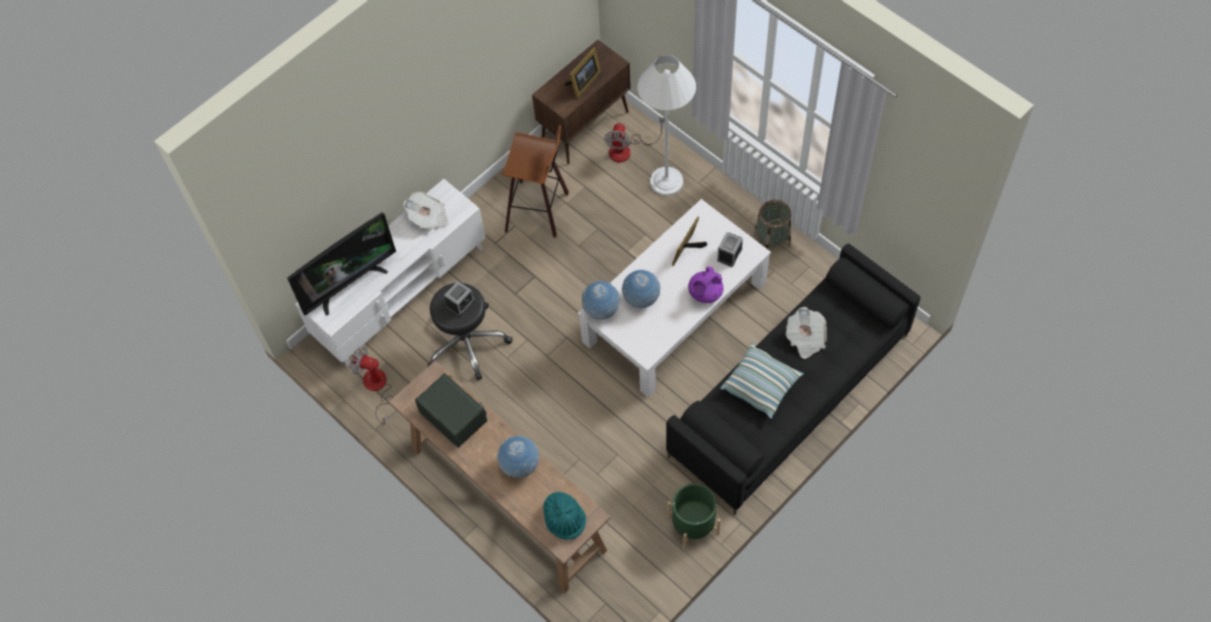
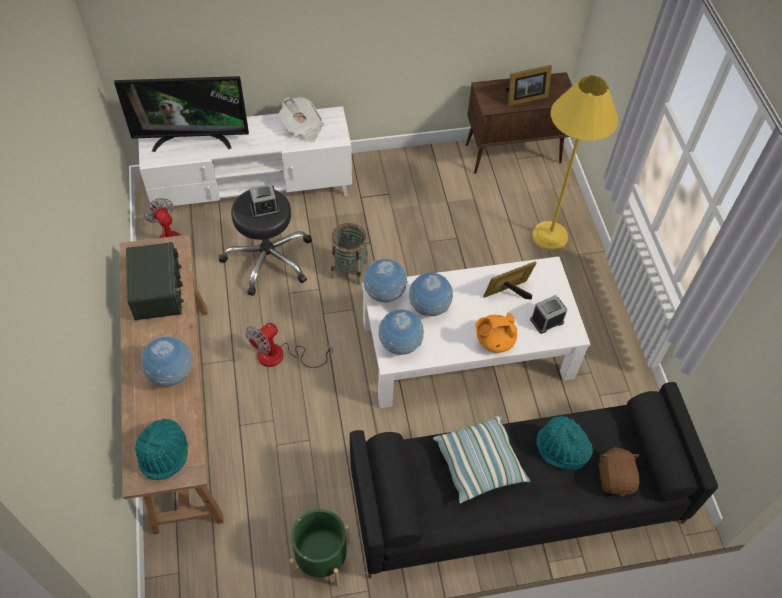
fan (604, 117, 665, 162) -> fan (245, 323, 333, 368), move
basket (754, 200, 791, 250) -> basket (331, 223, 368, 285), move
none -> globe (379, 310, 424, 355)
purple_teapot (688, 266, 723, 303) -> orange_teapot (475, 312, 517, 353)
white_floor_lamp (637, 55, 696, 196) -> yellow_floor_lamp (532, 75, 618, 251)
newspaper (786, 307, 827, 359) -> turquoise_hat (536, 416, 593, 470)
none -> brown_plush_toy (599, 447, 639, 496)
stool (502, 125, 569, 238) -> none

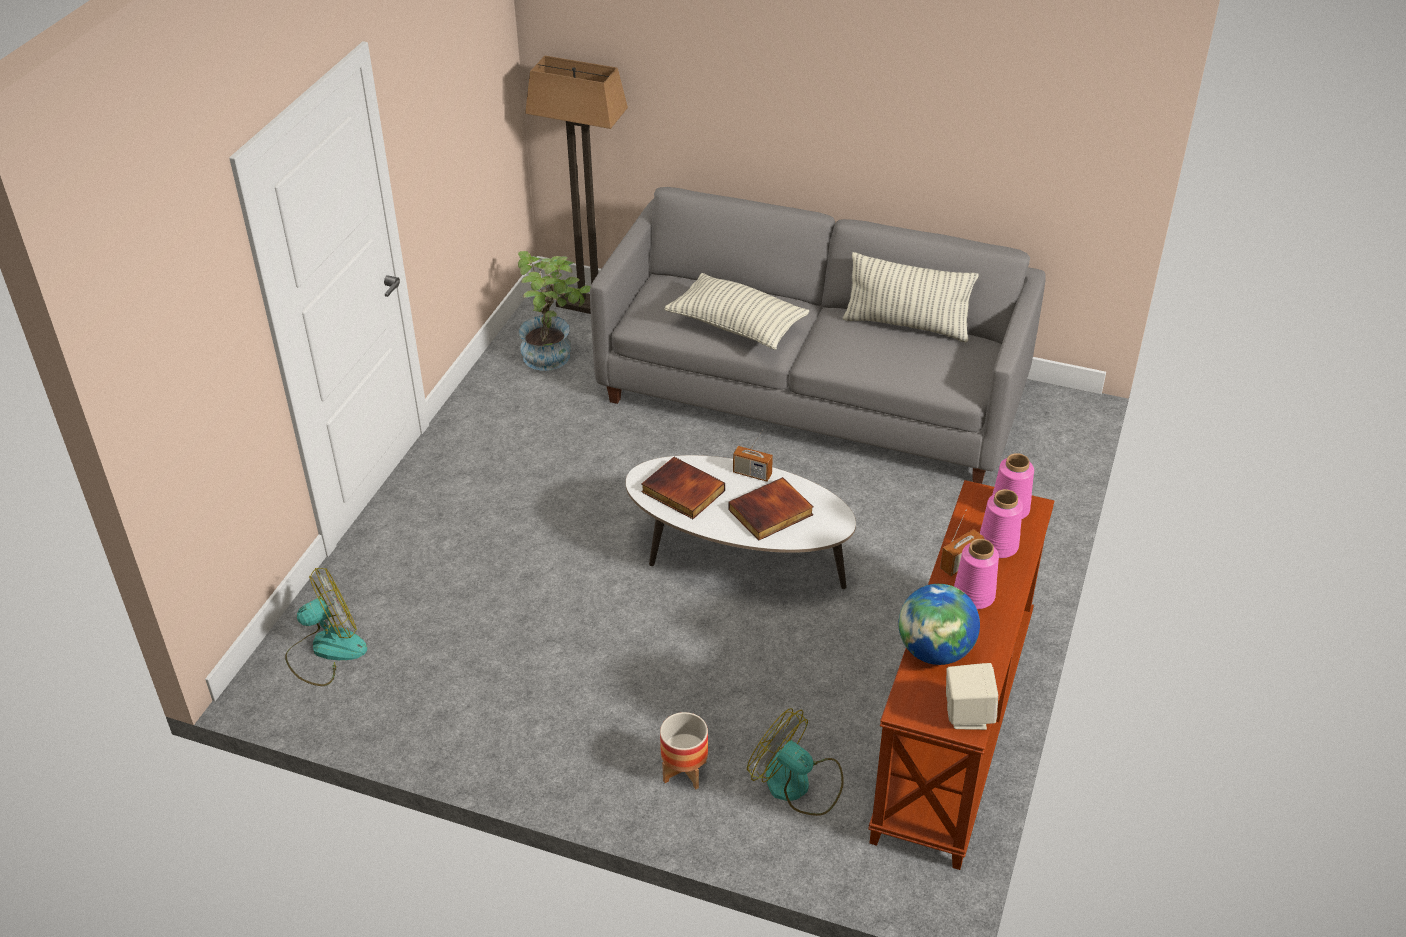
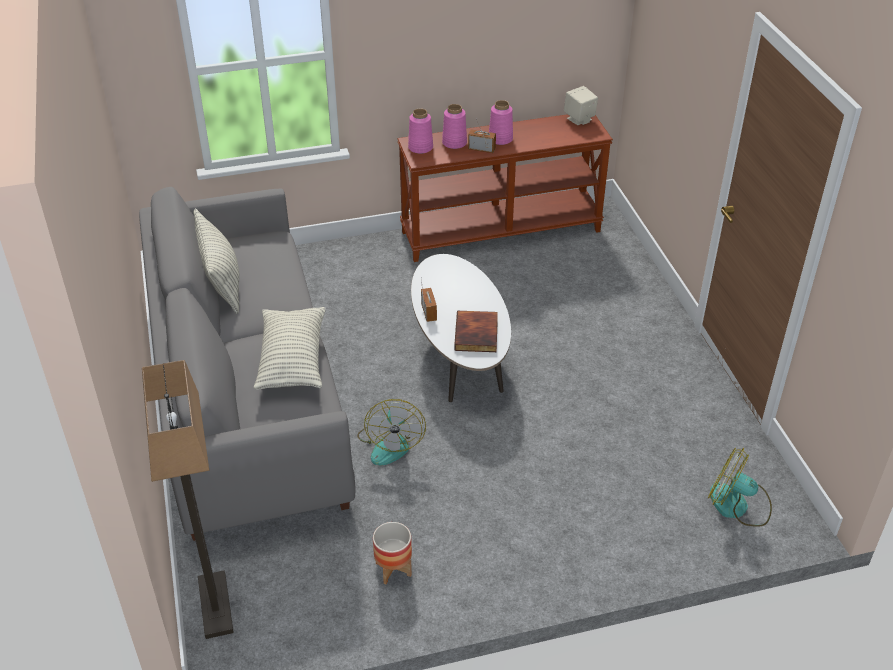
fan (747, 708, 844, 816) -> fan (357, 399, 426, 466), move
planter (660, 712, 708, 789) -> planter (373, 522, 412, 584), move
potted_plant (518, 251, 591, 371) -> none
book (728, 477, 813, 541) -> none
globe (898, 584, 980, 665) -> none

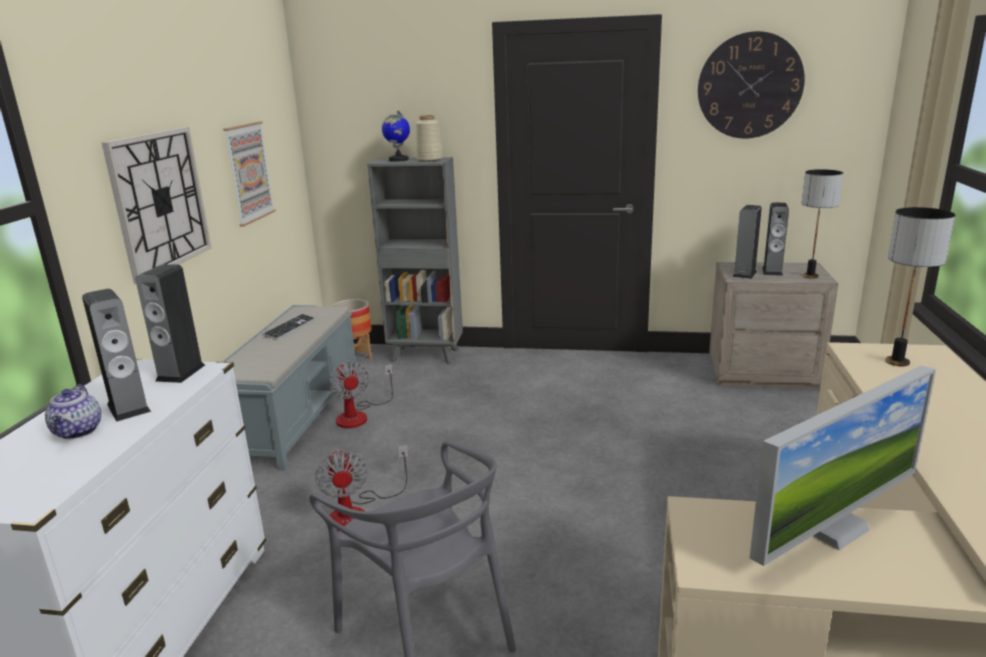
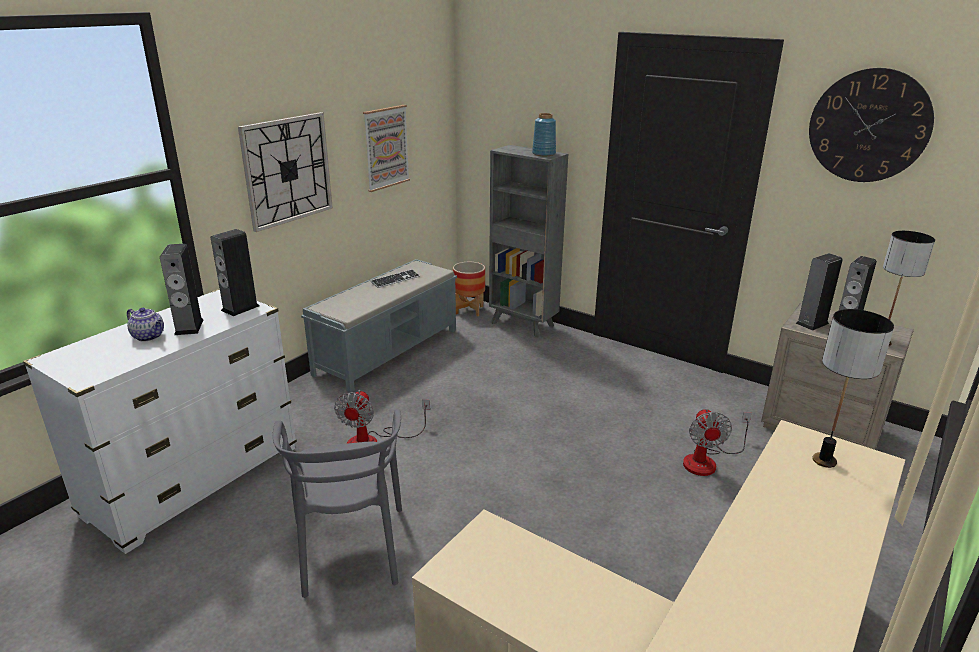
teapot (45, 384, 101, 439) -> teapot (127, 308, 164, 342), 75 degrees counterclockwise
beige_vase (416, 115, 443, 162) -> blue_vase (532, 113, 556, 156)
fan (329, 362, 393, 428) -> fan (683, 408, 752, 476), move
globe (382, 110, 410, 162) -> none
monitor (749, 365, 936, 566) -> none

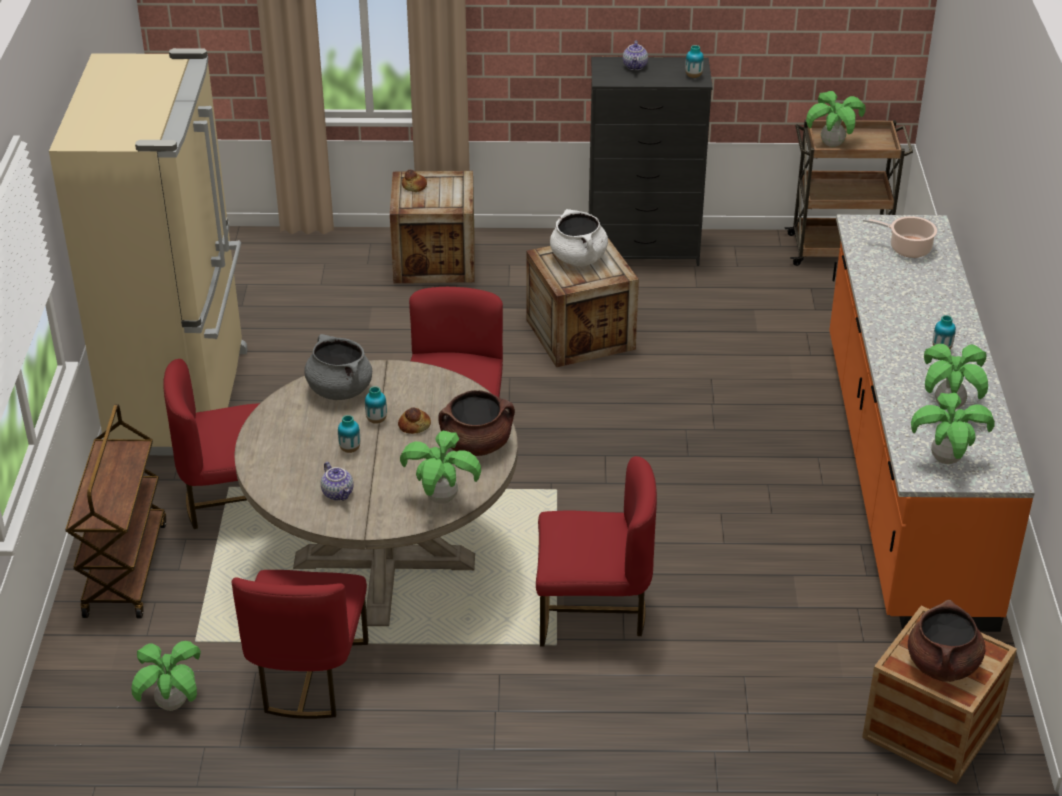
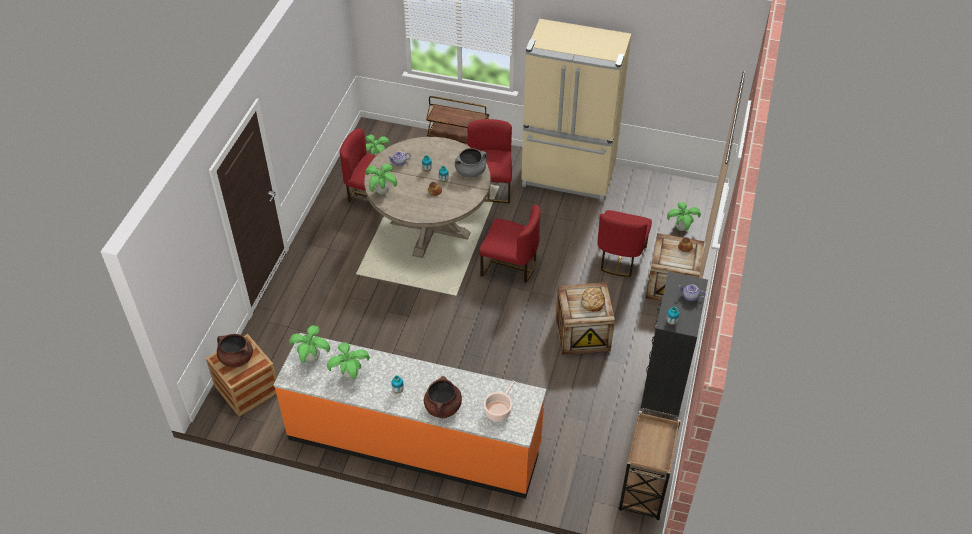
brown_cooking_pot (438, 390, 515, 456) -> brown_cooking_pot (424, 376, 462, 418), move
white_cooking_pot (550, 209, 608, 266) -> bread (581, 288, 605, 312)
red_chair (536, 456, 657, 647) -> red_chair (598, 210, 652, 277), move
potted_plant (806, 91, 866, 147) -> potted_plant (667, 202, 701, 231), move

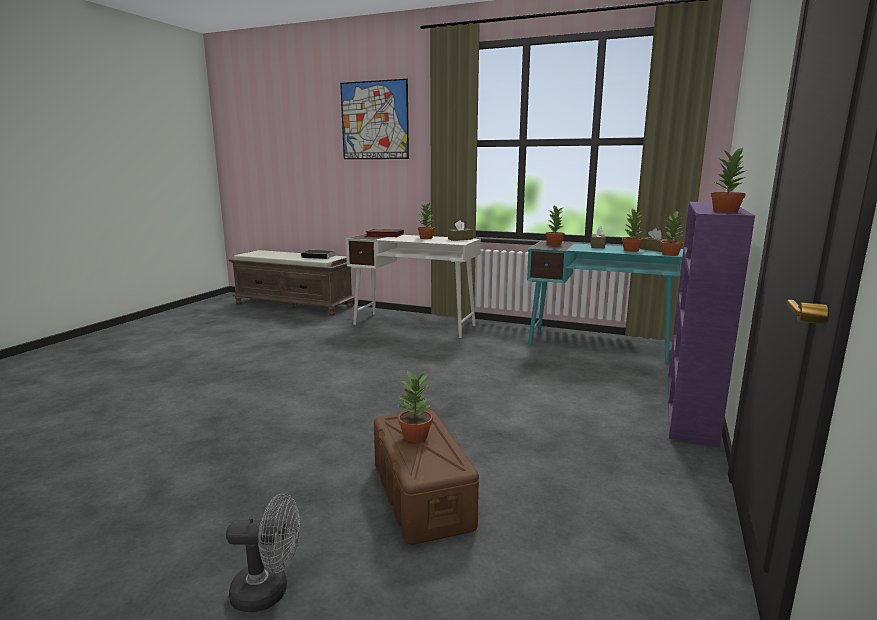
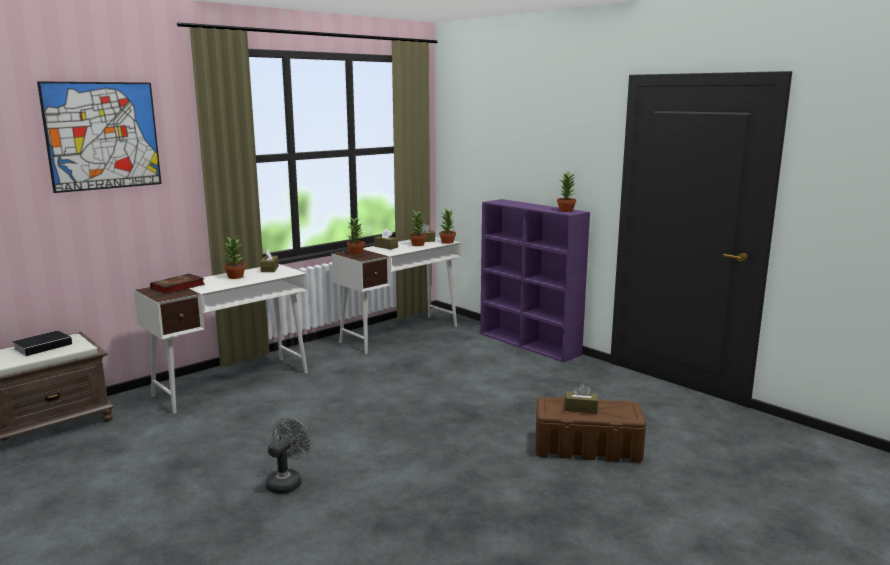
grey_fan (226, 493, 300, 612) -> grey_fan (266, 417, 311, 494), move
turquoise_desk (527, 242, 683, 363) -> white_desk (332, 237, 461, 354)
potted_plant (398, 369, 433, 442) -> brown_tissue_box (565, 384, 598, 413)

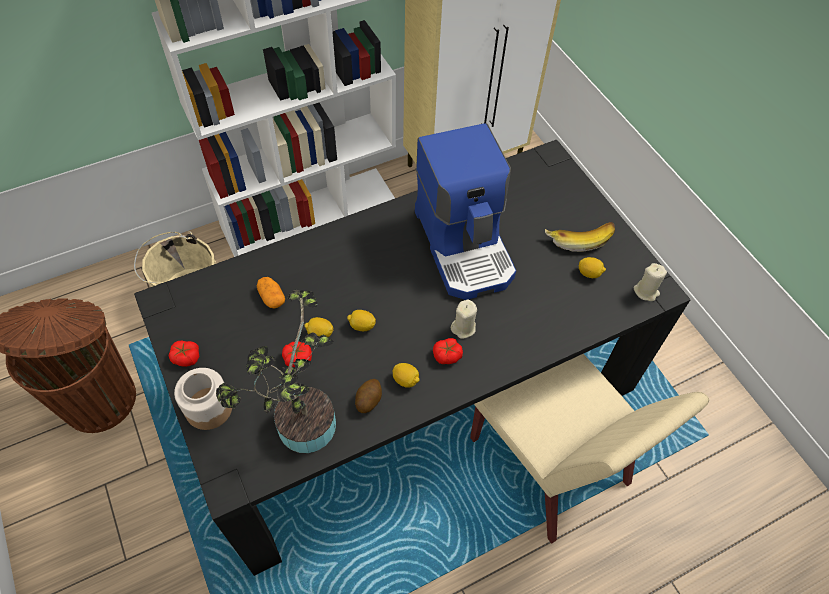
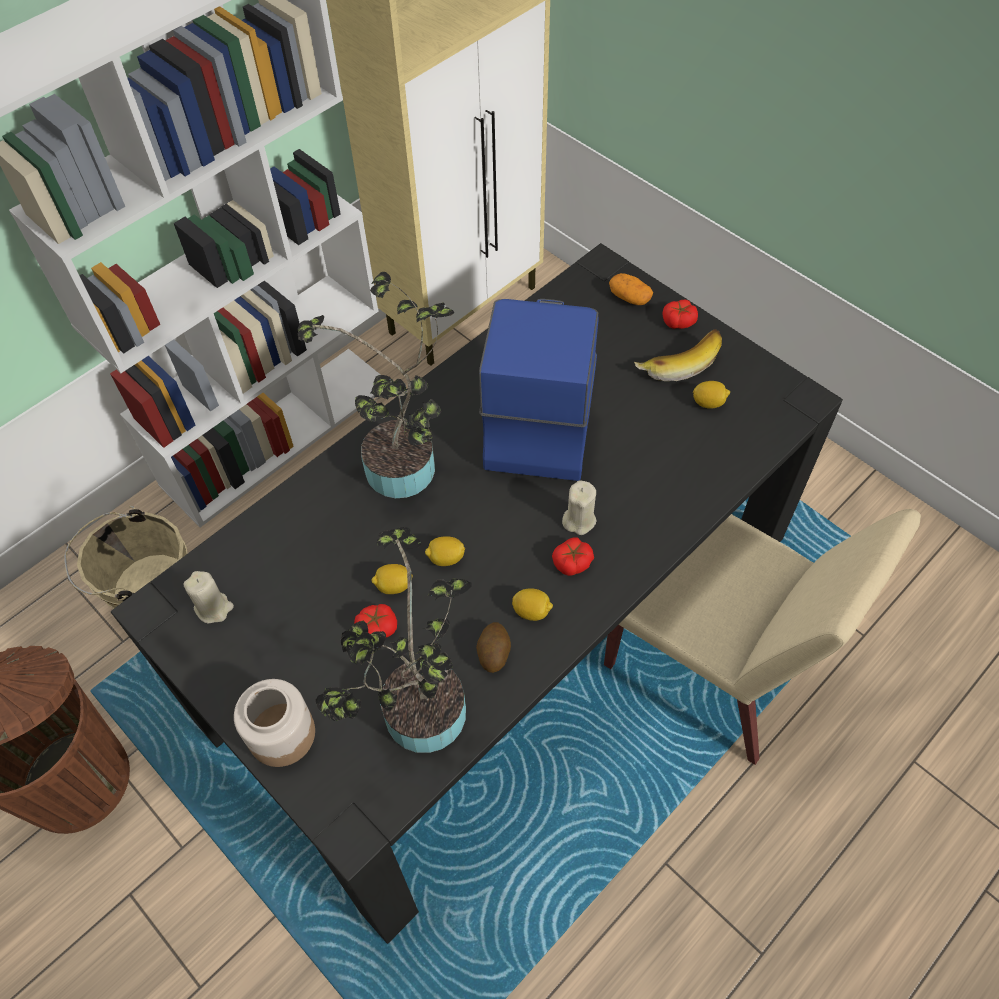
beige_candle (634, 263, 667, 301) -> beige_candle (183, 571, 234, 623), move
none -> potted_plant (298, 272, 454, 498)
coffee_machine (415, 123, 516, 300) -> coffee_machine (479, 299, 599, 481), 135 degrees counterclockwise
potato (257, 277, 285, 309) -> potato (609, 273, 653, 305), move
tomato (169, 341, 199, 367) -> tomato (663, 300, 698, 329), move

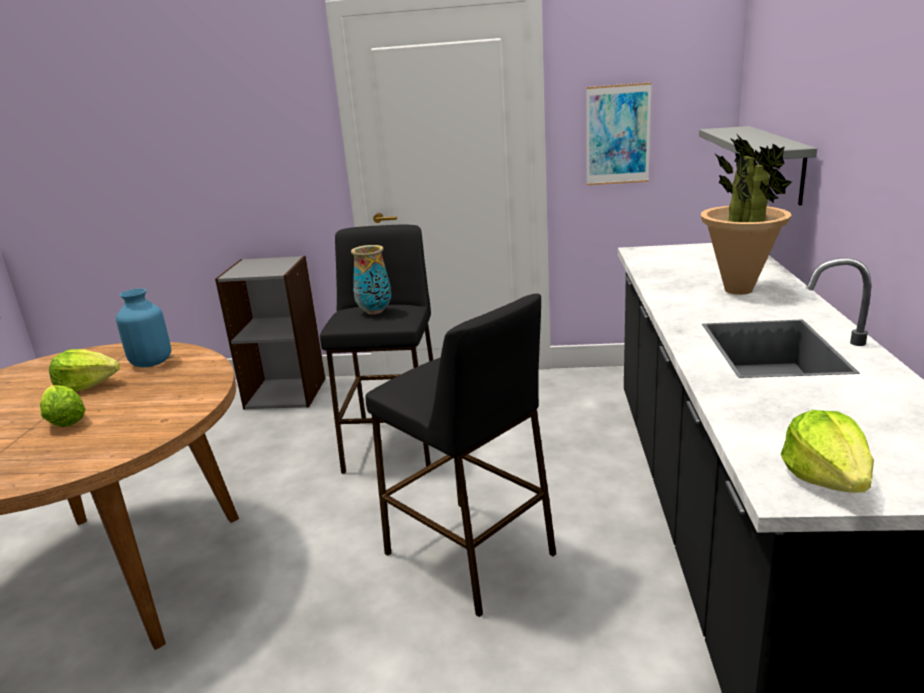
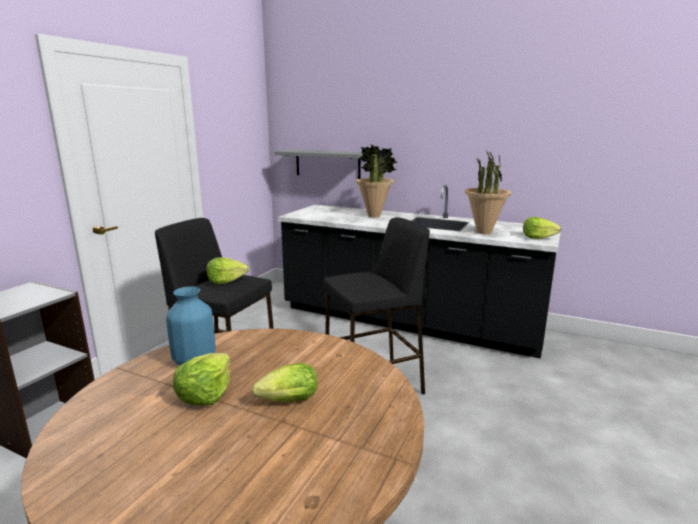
vase (351, 245, 391, 315) -> lettuce (207, 257, 249, 284)
none -> potted_plant (465, 150, 512, 234)
picture (586, 82, 652, 185) -> none

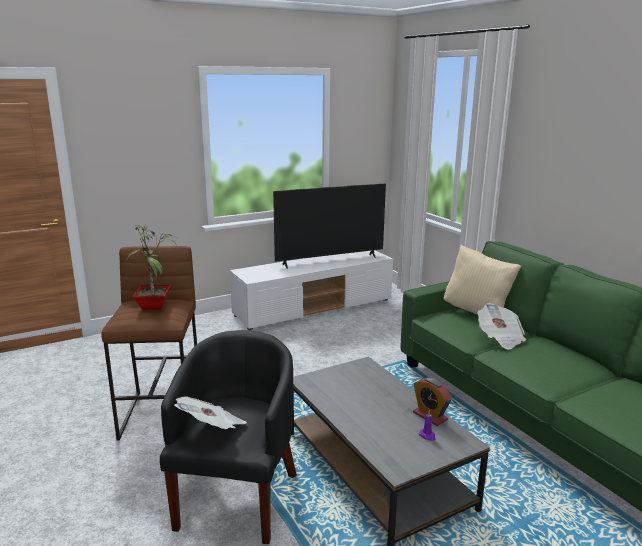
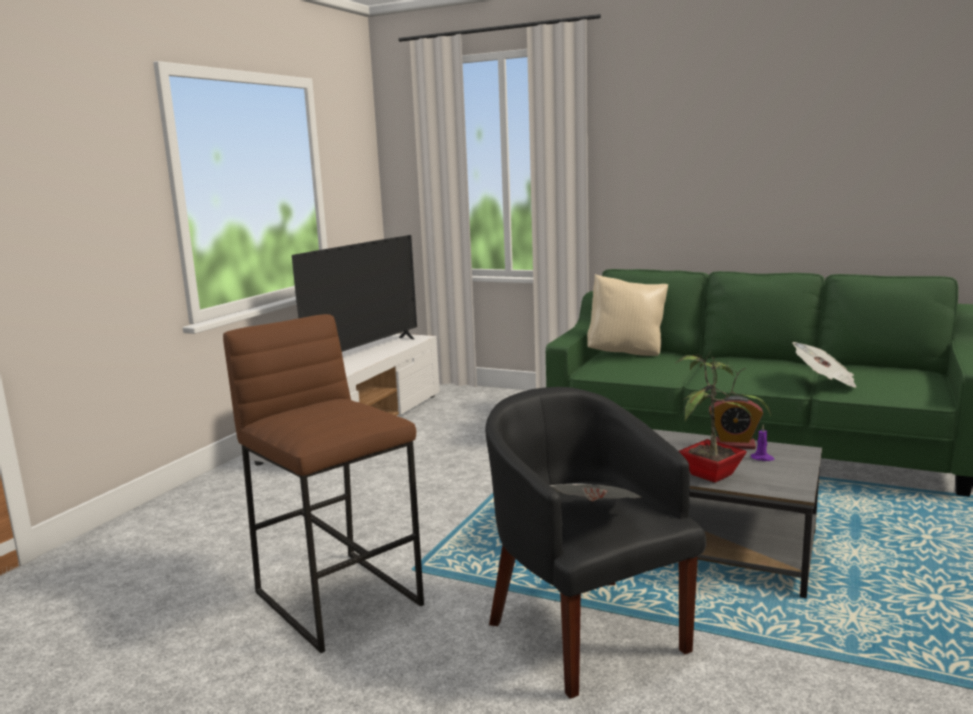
potted_plant (126, 225, 177, 310) -> potted_plant (674, 351, 771, 483), move
newspaper (478, 303, 526, 350) -> newspaper (792, 342, 856, 388), move

